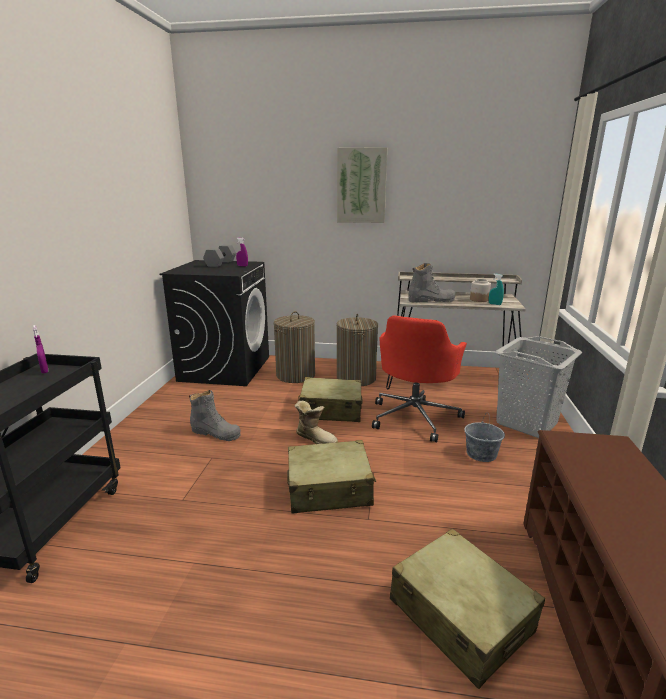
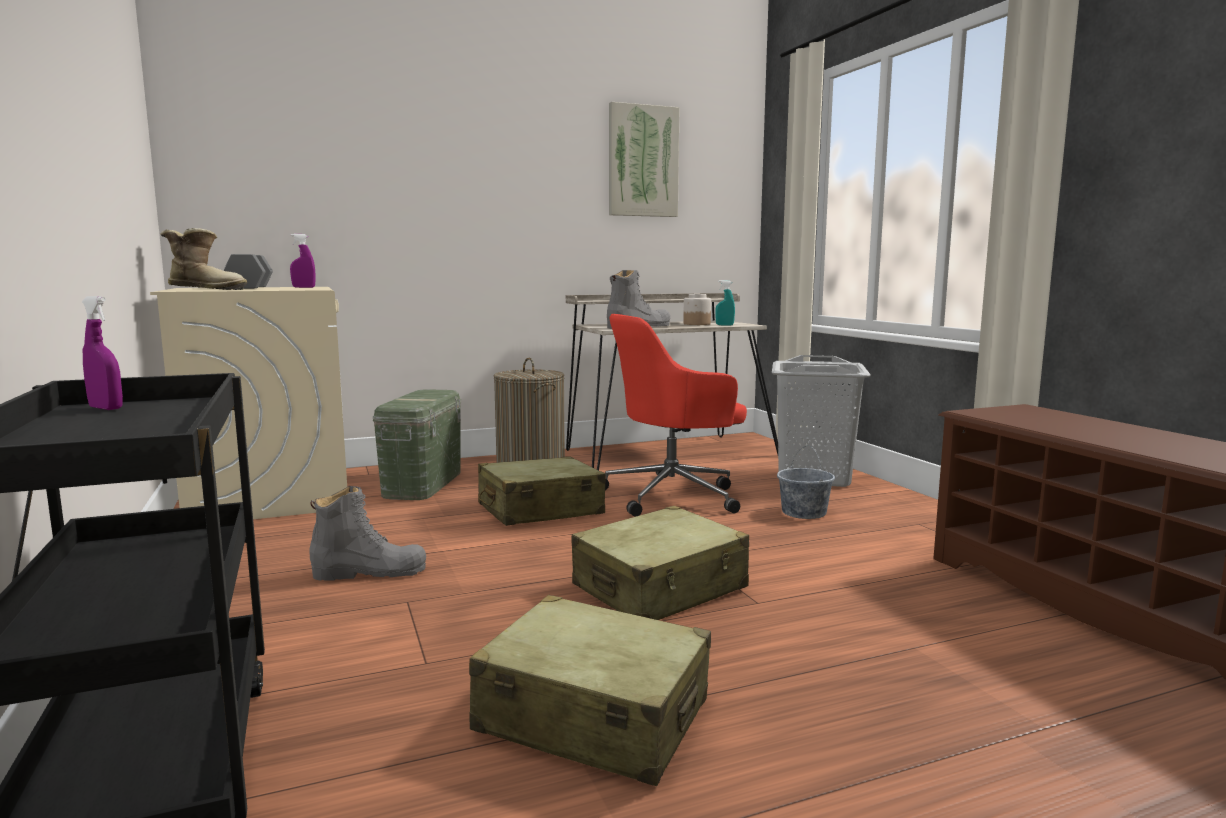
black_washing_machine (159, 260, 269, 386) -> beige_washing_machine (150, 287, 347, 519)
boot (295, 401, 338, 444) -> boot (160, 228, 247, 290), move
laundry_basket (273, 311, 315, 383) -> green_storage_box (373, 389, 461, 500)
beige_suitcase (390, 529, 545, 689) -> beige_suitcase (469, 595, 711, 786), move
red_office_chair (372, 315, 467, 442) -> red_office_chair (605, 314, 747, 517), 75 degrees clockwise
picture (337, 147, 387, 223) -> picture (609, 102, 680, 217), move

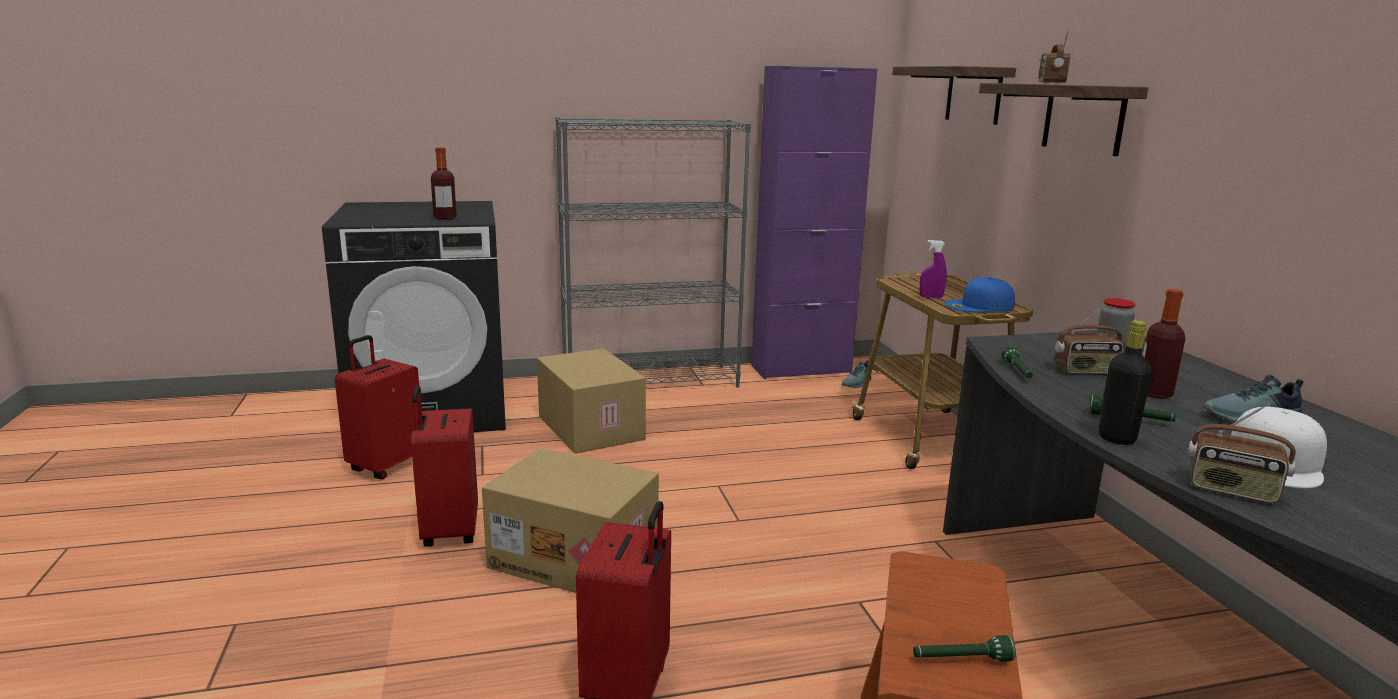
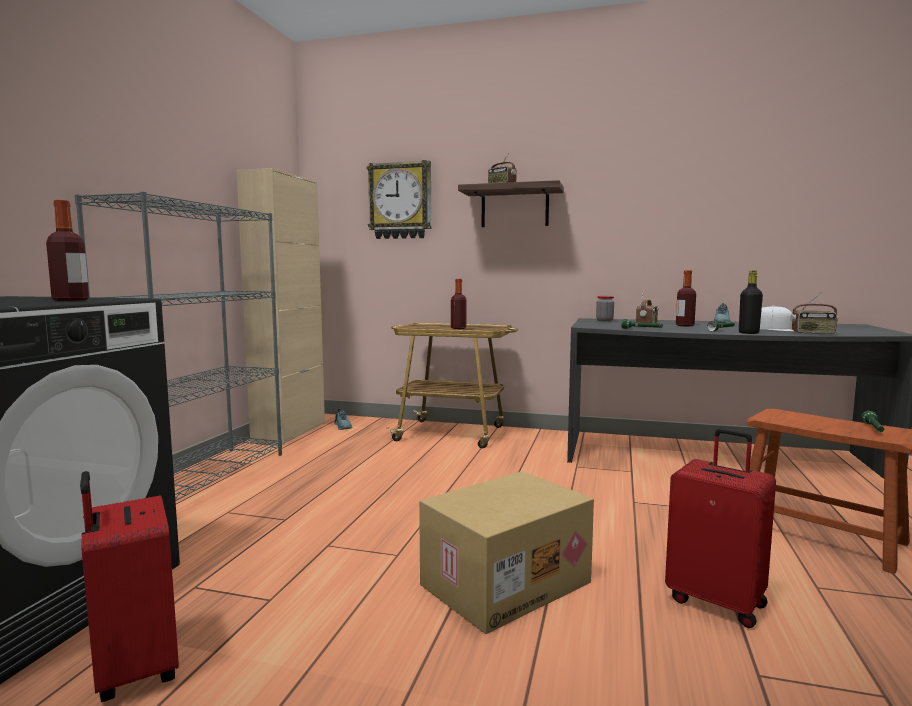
purple_cabinet (751, 66, 877, 379) -> beige_cabinet (237, 168, 325, 445)
shelf (892, 66, 1016, 125) -> wall_clock (367, 160, 431, 239)
purple_spray_bottle (919, 240, 947, 298) -> bottle (451, 279, 467, 329)
radio (1187, 403, 1296, 503) -> radio (791, 292, 838, 335), 45 degrees clockwise
red_suitcase (411, 386, 478, 547) -> none
cardboard_box (537, 348, 646, 454) -> none
blue_cap (945, 277, 1015, 312) -> none

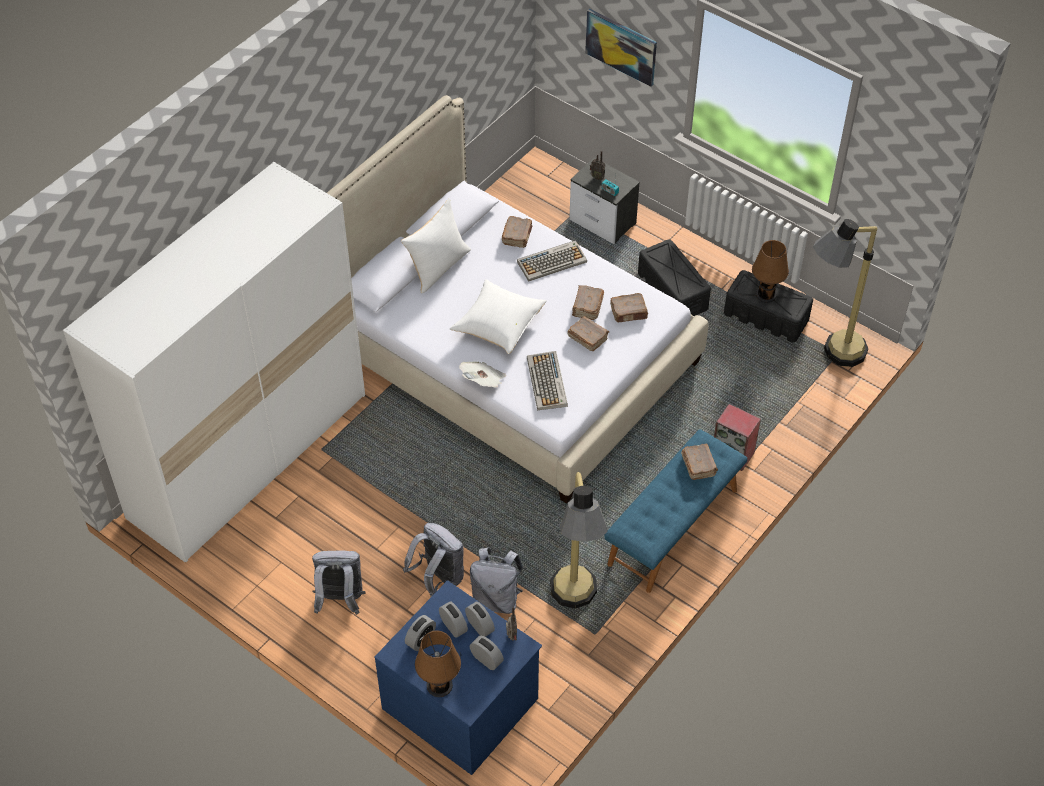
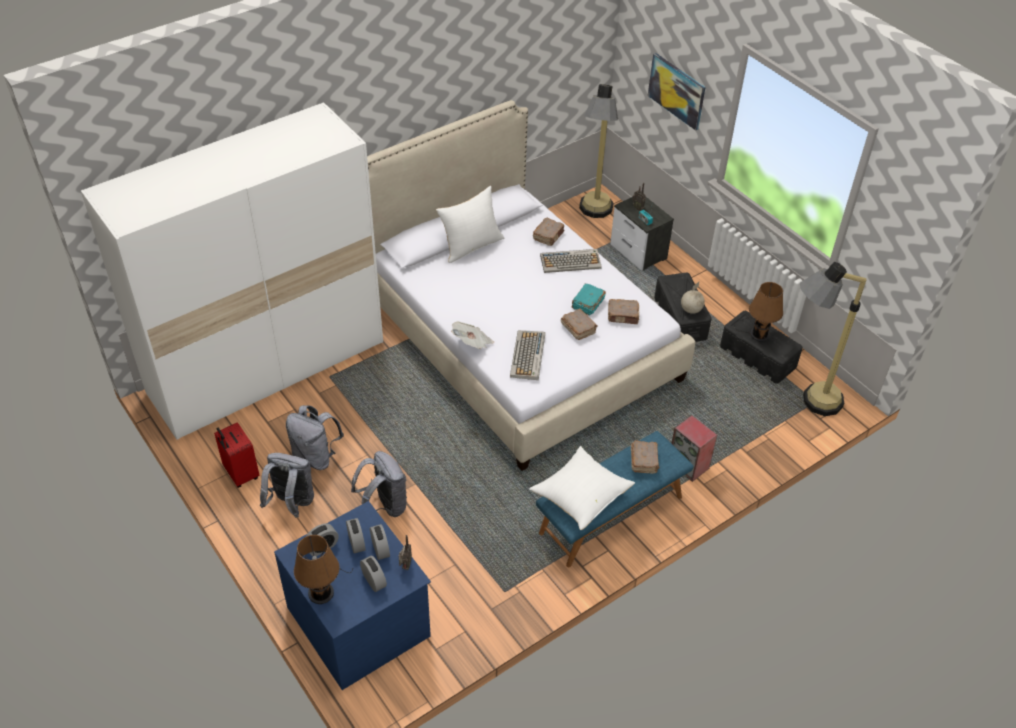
none -> red_suitcase (214, 422, 260, 488)
grey_backpack (470, 547, 523, 614) -> grey_backpack (286, 405, 344, 470), move
white_pillow (450, 279, 547, 354) -> white_pillow (529, 446, 635, 530), move
brown_book (572, 285, 604, 320) -> turquoise_book (572, 284, 606, 316)
floor_lamp (550, 472, 608, 609) -> floor_lamp (579, 84, 618, 218), move
none -> globe (681, 282, 705, 314)

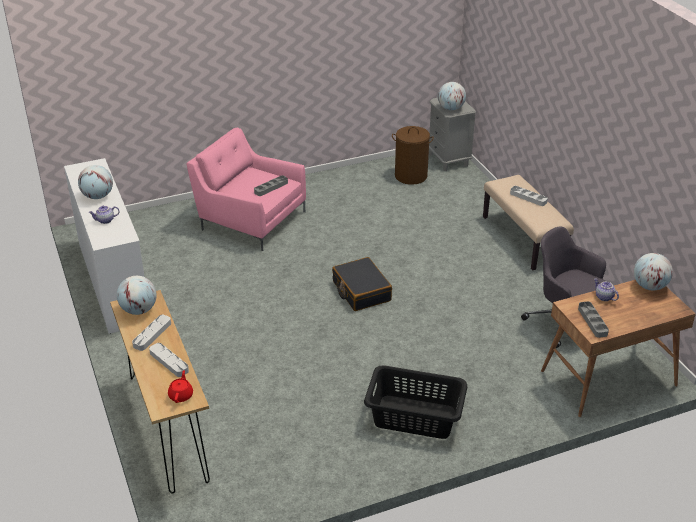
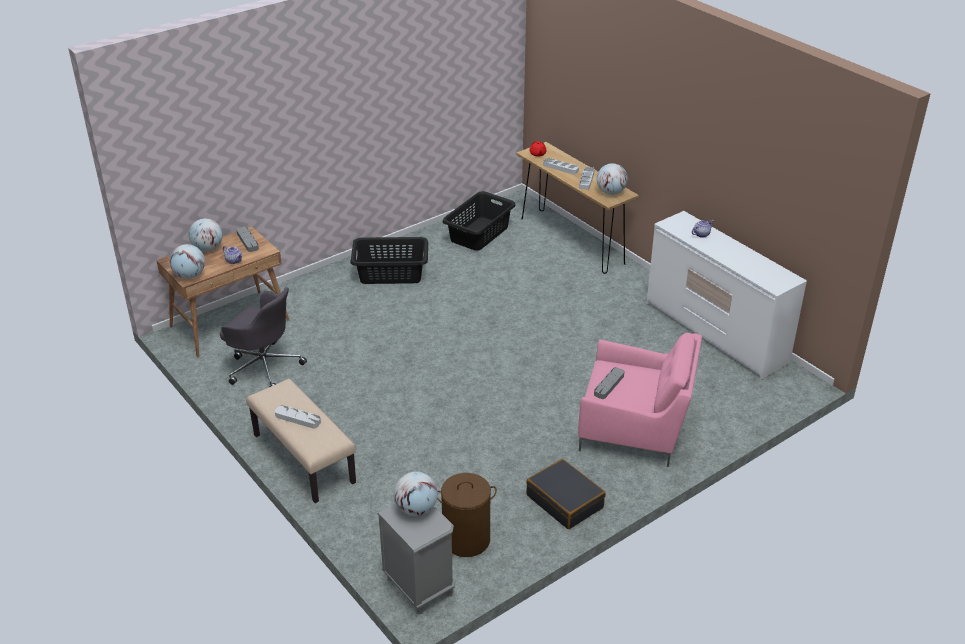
globe (78, 165, 113, 199) -> globe (188, 218, 223, 252), move
none -> black_laundry_basket (443, 191, 516, 251)
black_suitcase (332, 257, 392, 311) -> black_suitcase (526, 459, 606, 529), move

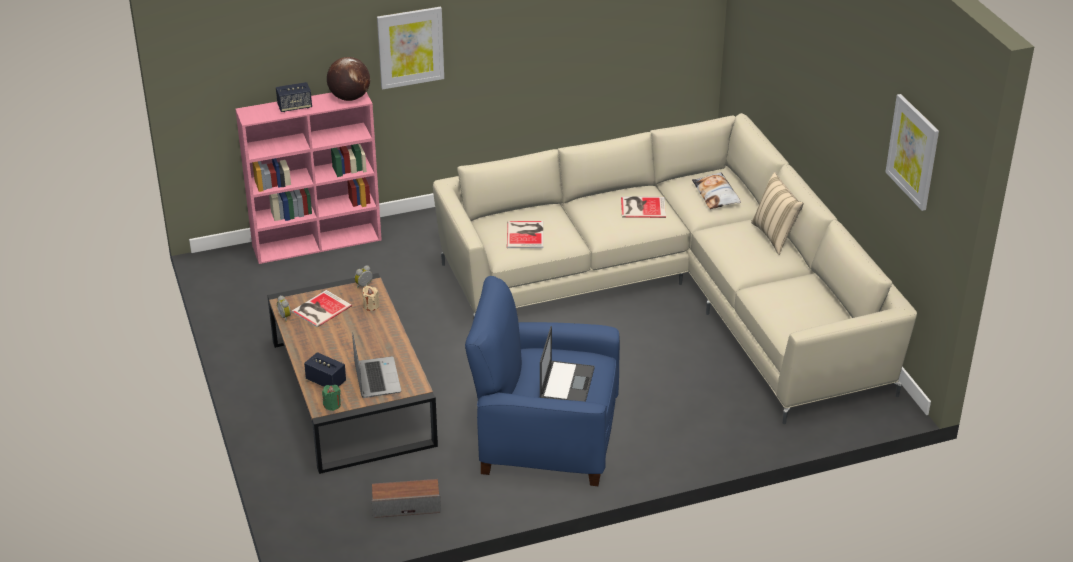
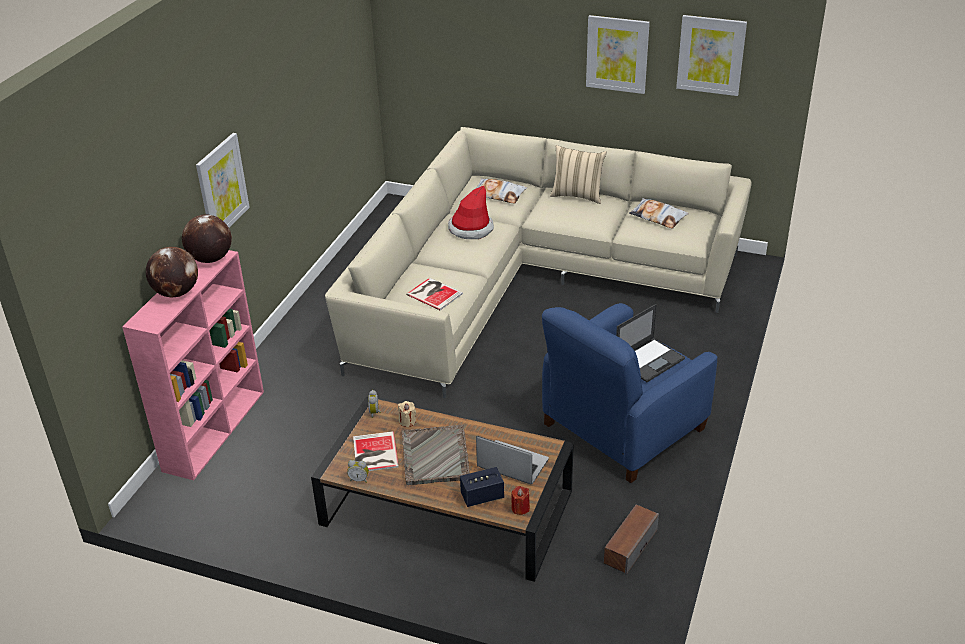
speaker (276, 82, 312, 112) -> globe (146, 247, 198, 298)
none -> grey_tray (402, 425, 470, 485)
book (621, 196, 666, 218) -> hat (448, 186, 494, 239)
green_candle (322, 385, 341, 411) -> red_candle (512, 486, 530, 515)
none -> picture (586, 15, 650, 94)
laptop (539, 326, 595, 402) -> laptop (616, 304, 685, 382), 90 degrees clockwise
none -> pillow (629, 198, 689, 229)

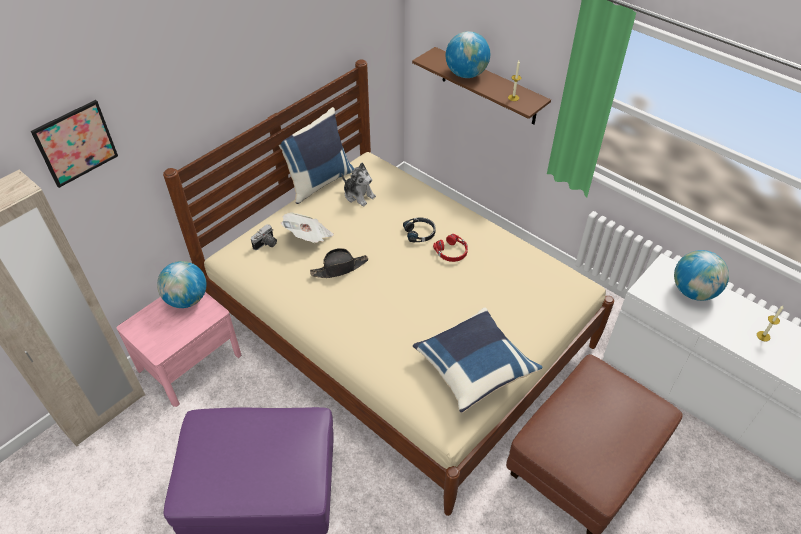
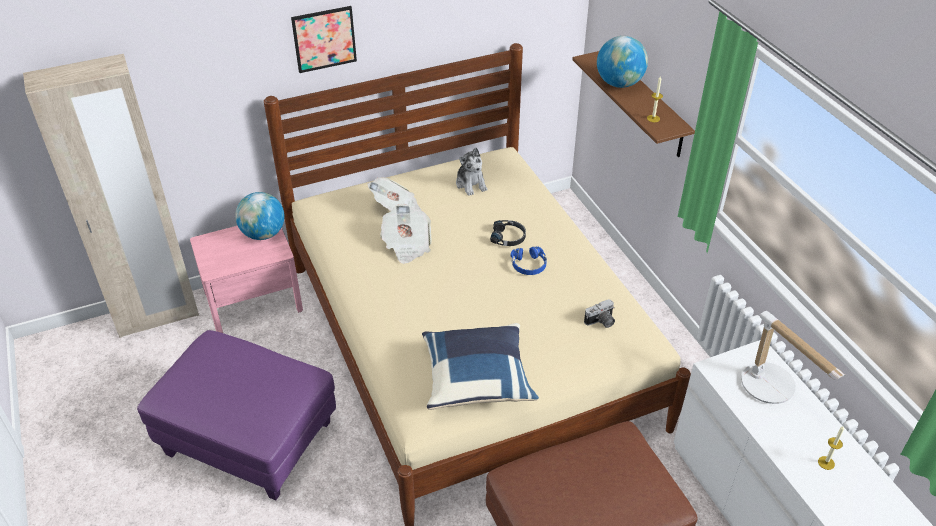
picture (31, 100, 118, 188) -> picture (291, 6, 357, 73), move
black_hat (310, 248, 369, 278) -> newspaper (380, 204, 432, 264)
red_headphones (433, 234, 468, 262) -> blue_headphones (511, 247, 547, 275)
photo_camera (251, 224, 277, 250) -> photo_camera (584, 299, 615, 328), move
globe (674, 250, 729, 301) -> table_lamp (741, 311, 845, 404)
blue_pillow (279, 107, 355, 204) -> none

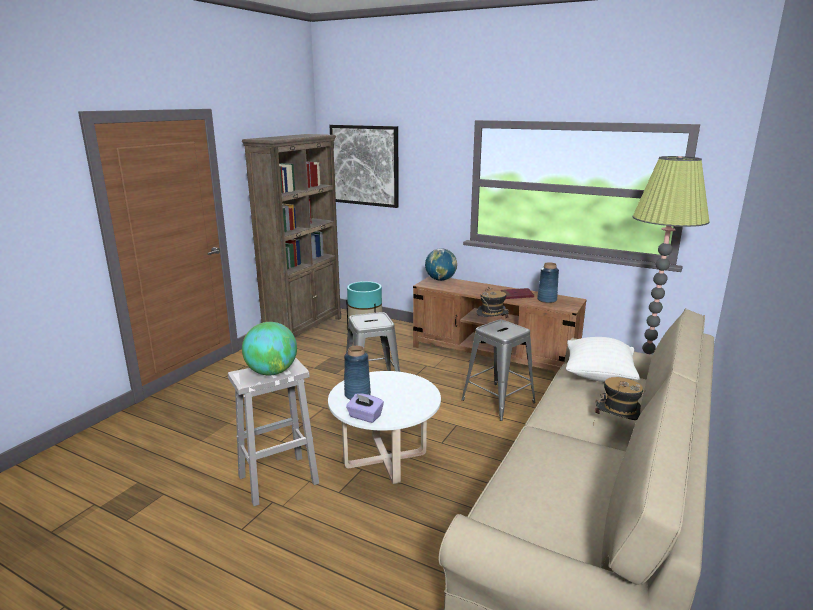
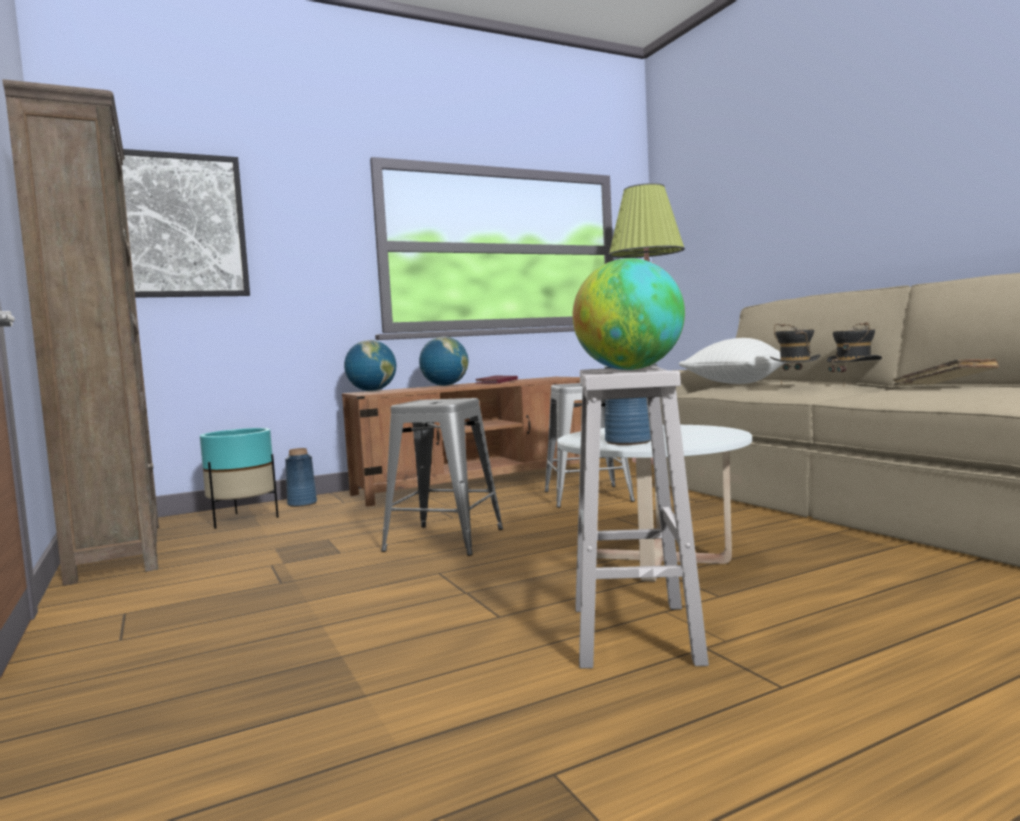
blue_vase (537, 262, 559, 303) -> blue_vase (285, 448, 317, 507), move
none -> globe (419, 336, 468, 386)
hat (476, 287, 509, 323) -> hat (770, 324, 821, 385), move
none -> beige_book (893, 358, 999, 386)
purple_tissue_box (346, 393, 384, 423) -> none

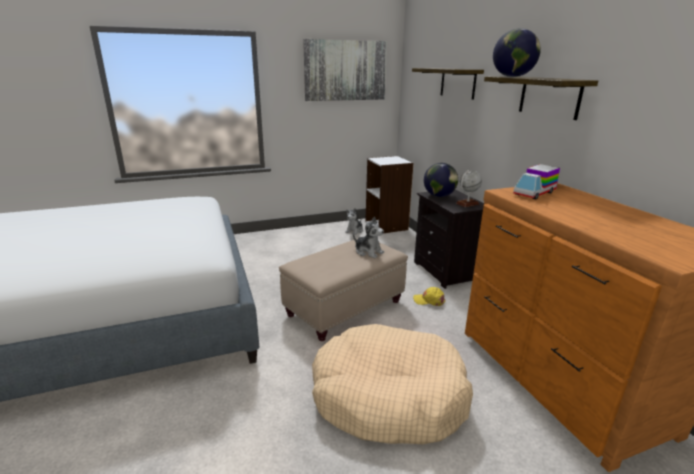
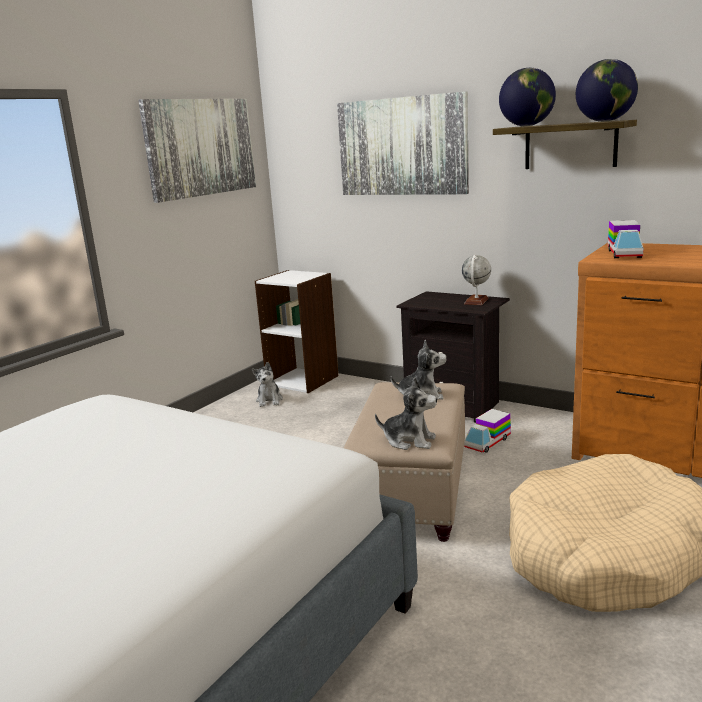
shelf (412, 68, 484, 100) -> picture (337, 91, 469, 195)
none -> plush_toy (375, 377, 437, 450)
yellow_cap (413, 287, 445, 306) -> toy_truck (464, 409, 511, 453)
globe (424, 163, 458, 197) -> globe (576, 59, 638, 122), move

